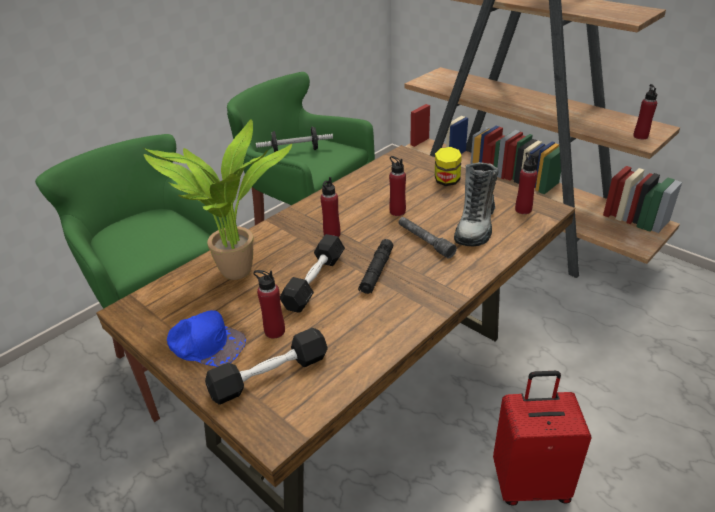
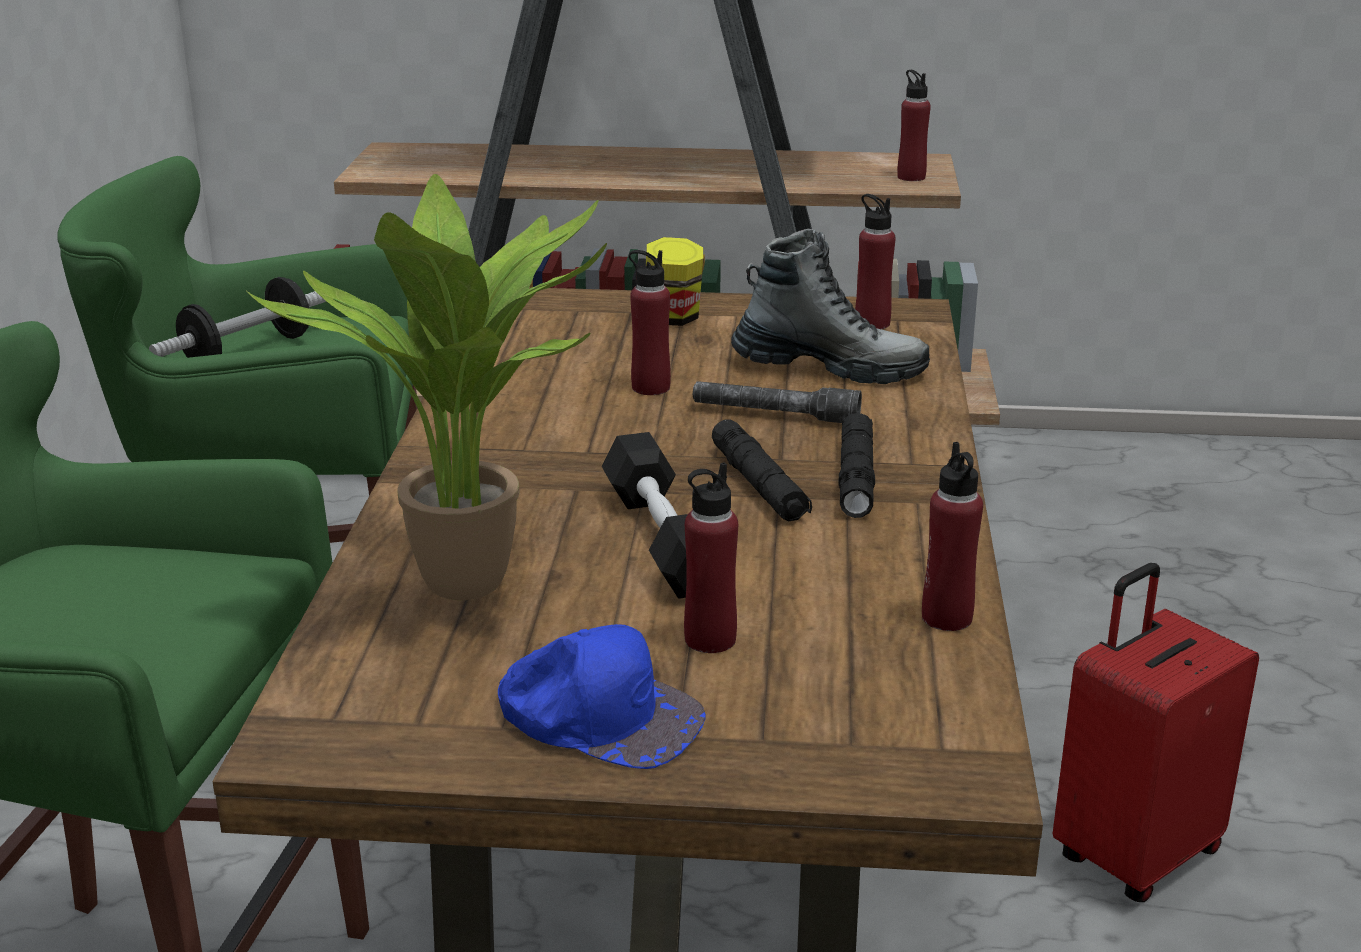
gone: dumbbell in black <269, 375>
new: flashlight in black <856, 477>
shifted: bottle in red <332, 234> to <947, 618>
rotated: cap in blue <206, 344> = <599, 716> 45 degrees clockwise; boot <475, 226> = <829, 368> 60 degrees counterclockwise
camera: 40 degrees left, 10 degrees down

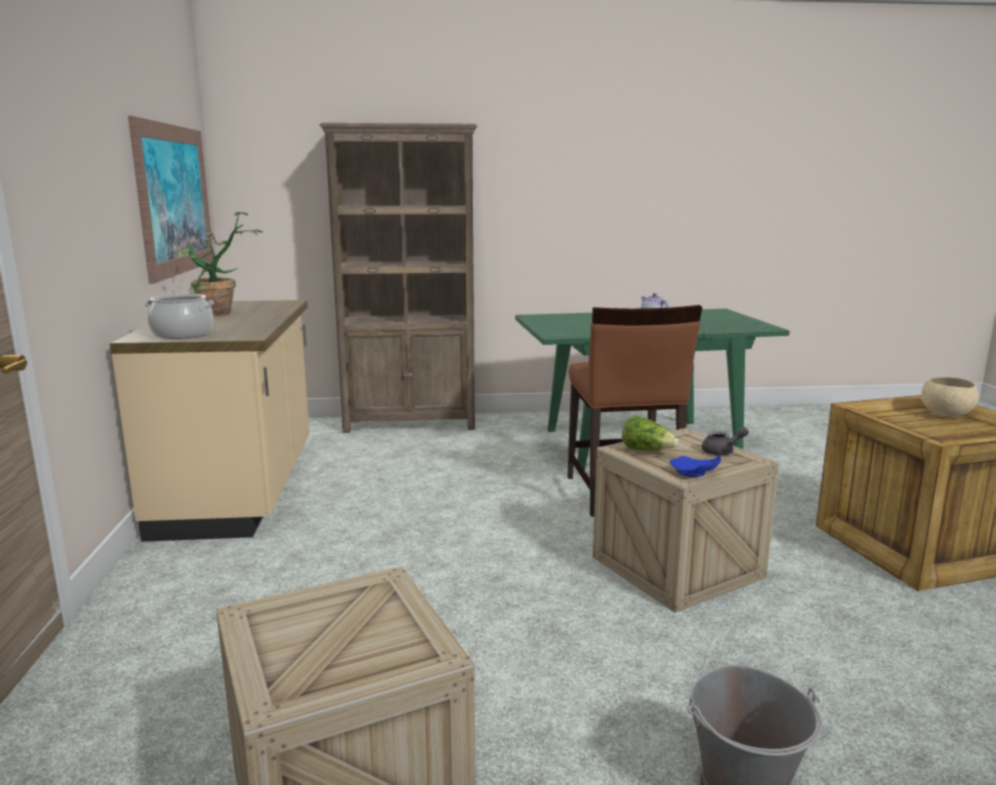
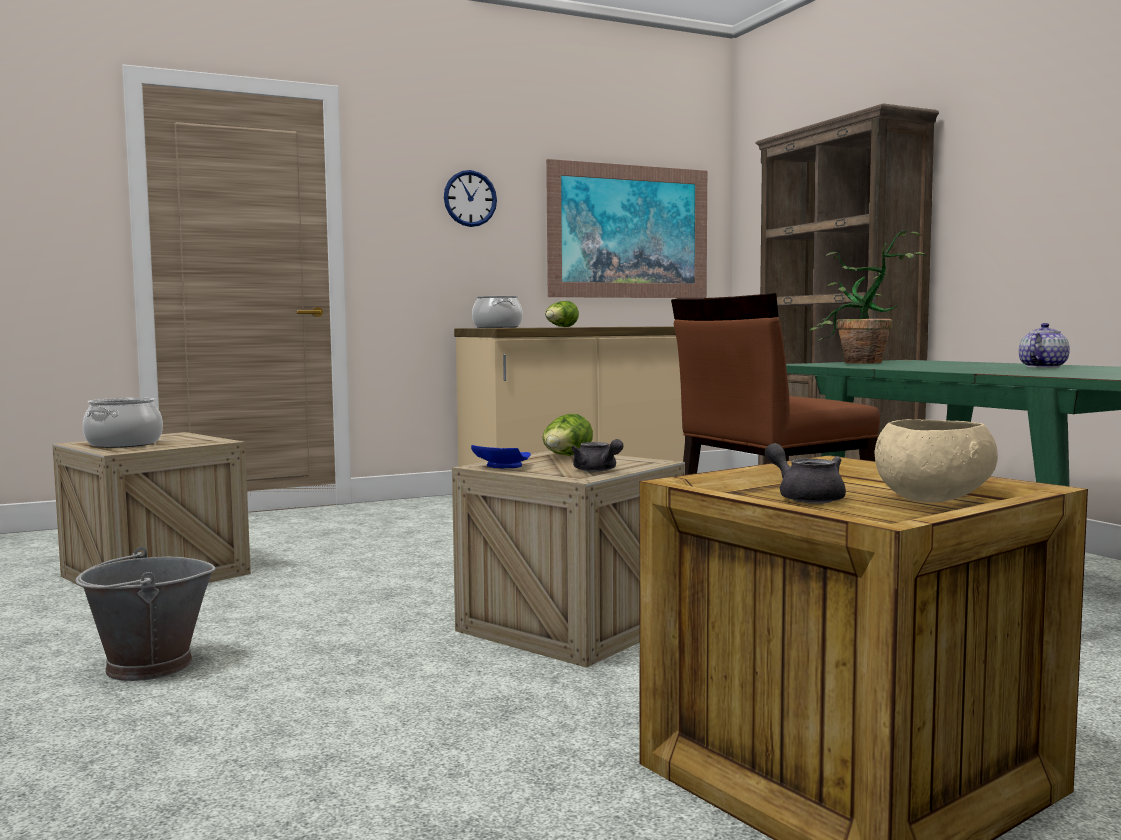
new: cooking pot <124, 444>; wall clock <470, 198>; lettuce <560, 327>; teapot in grey <806, 497>
shifted: potted plant <220, 314> to <861, 363>
camera: 70 degrees right, 10 degrees down

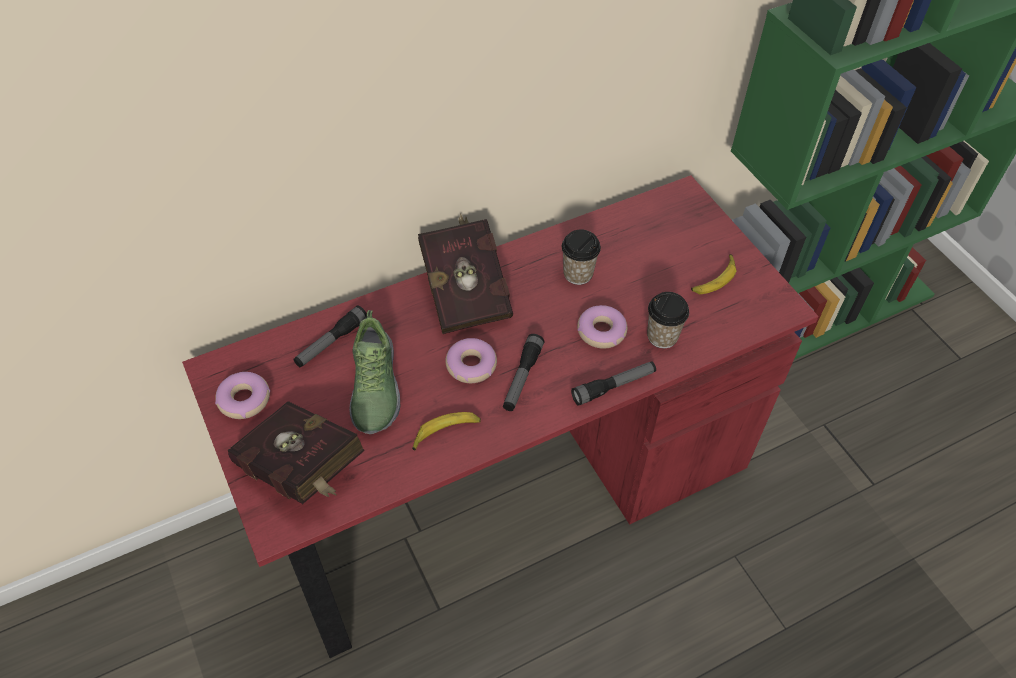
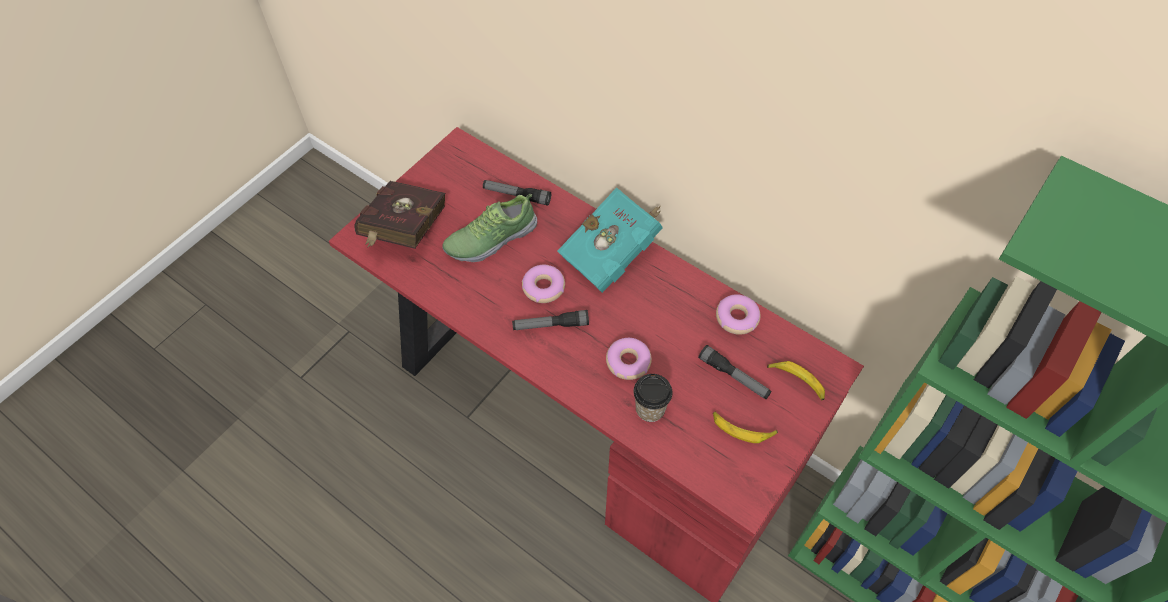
gone: cup <578, 274>
shifted: donut <244, 400> to <737, 318>; banana <446, 432> to <797, 381>; flashlight <613, 386> to <734, 376>
repainted: book in red <465, 291> to book in turquoise <613, 253>
camera: 65 degrees right, 5 degrees up

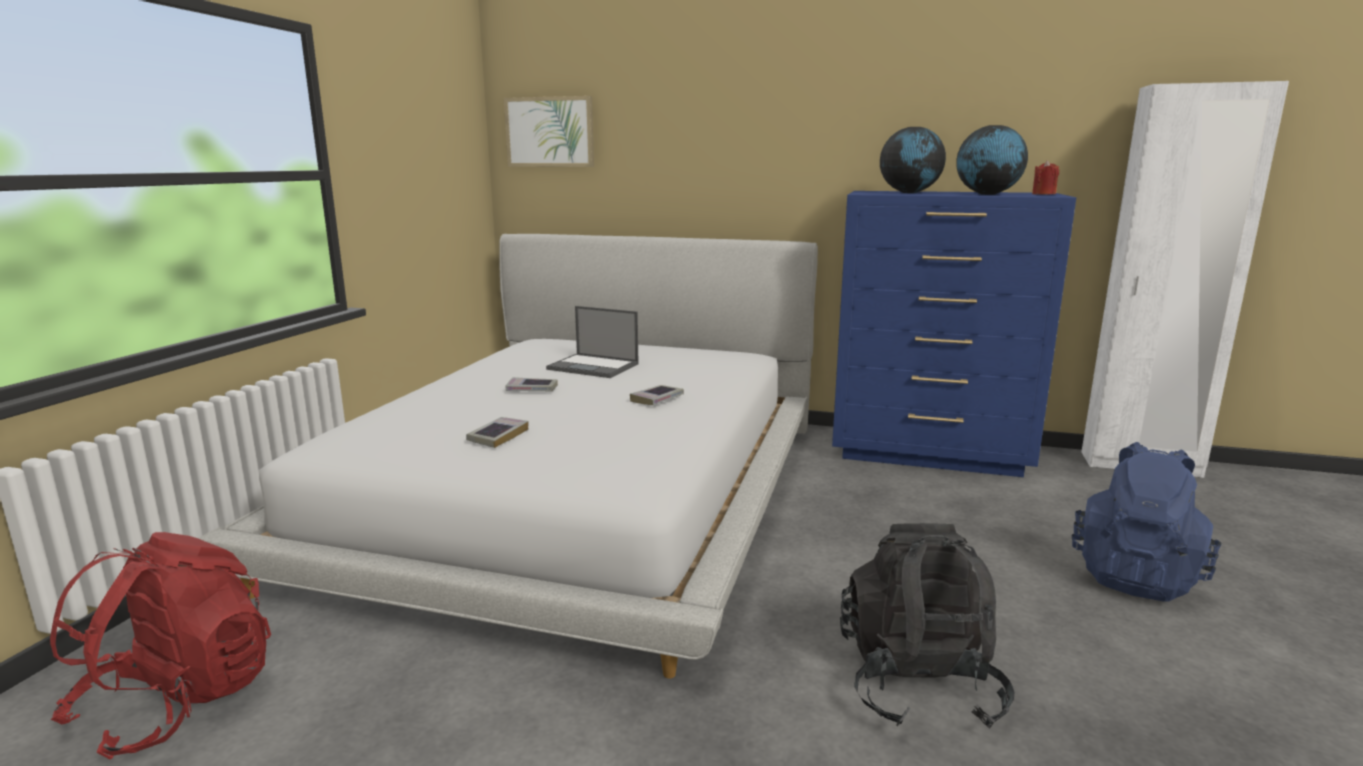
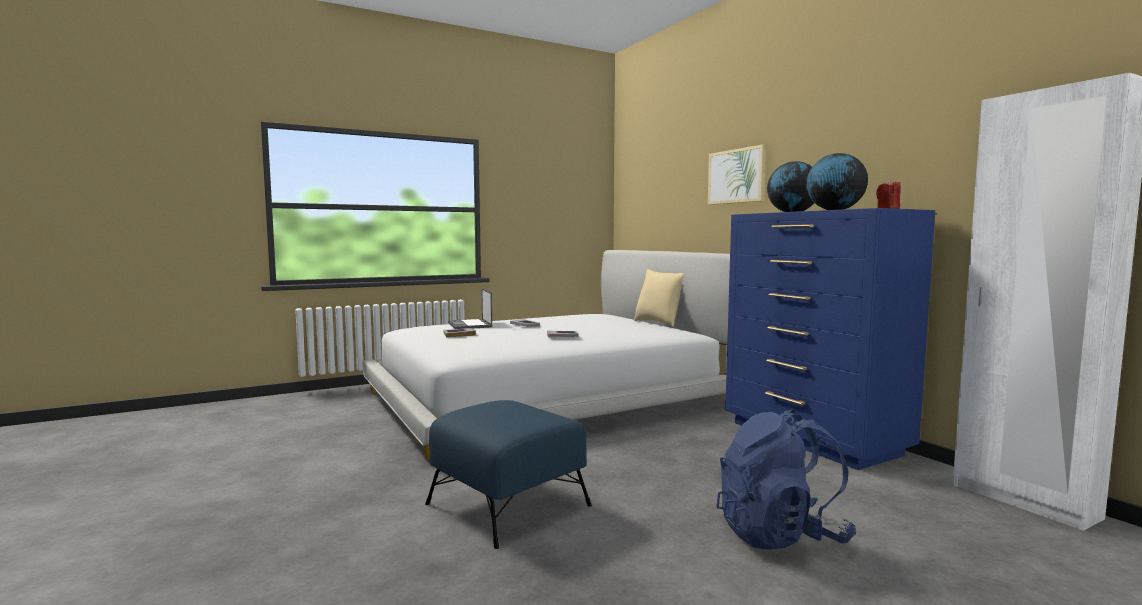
gone: backpack in red <178, 702>
new: pillow in beige <659, 323>
shifted: picture <550, 132> to <736, 176>; laptop <594, 366> to <470, 325>
swapped: backpack in black <917, 684> to ottoman in blue <508, 504>
camera: 45 degrees right, 10 degrees down

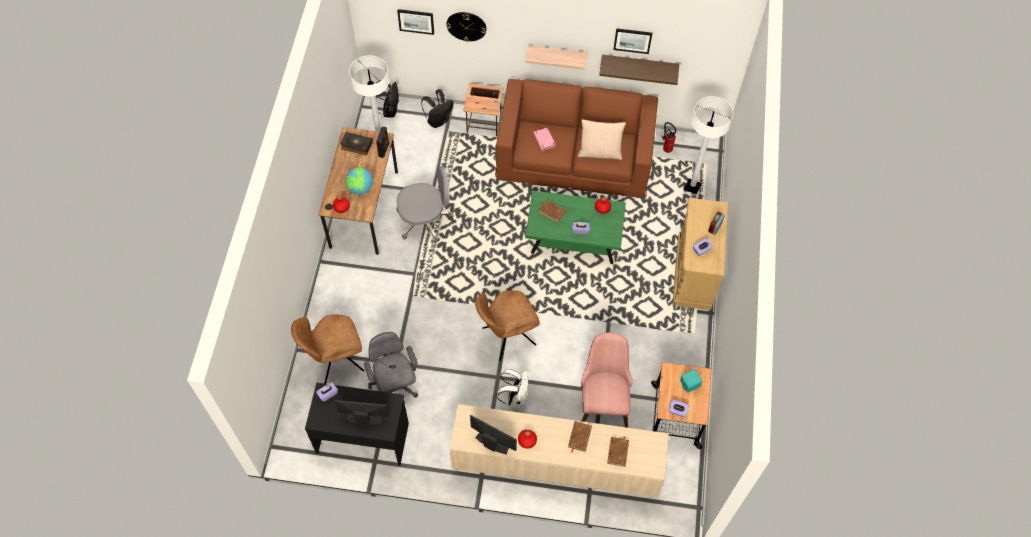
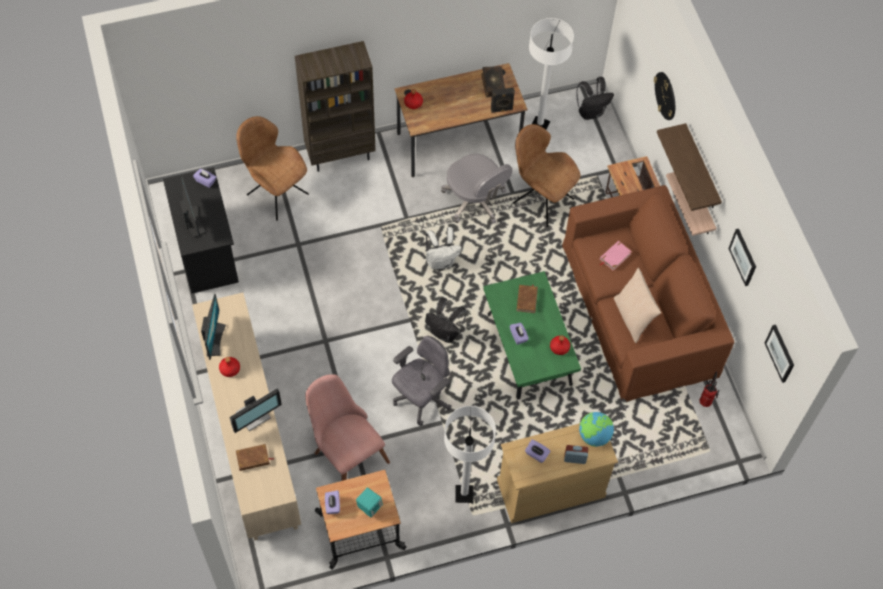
new: bookcase in brown <340, 154>
shifted: globe <360, 188> to <594, 436>; office chair in grey <394, 385> to <421, 398>; picture <416, 21> to <780, 353>; backpack in black <438, 120> to <445, 333>; chair in brown <507, 337> to <541, 199>; backpack in white <514, 397> to <441, 261>; shelf <639, 65> to <701, 169>; floor lamp in white <692, 187> to <464, 494>
swapped: book in brown <579, 437> to monitor <254, 416>
rotated: chair in pink <603, 400> = <345, 451> 105 degrees counterclockwise
camera: 65 degrees right, 0 degrees up

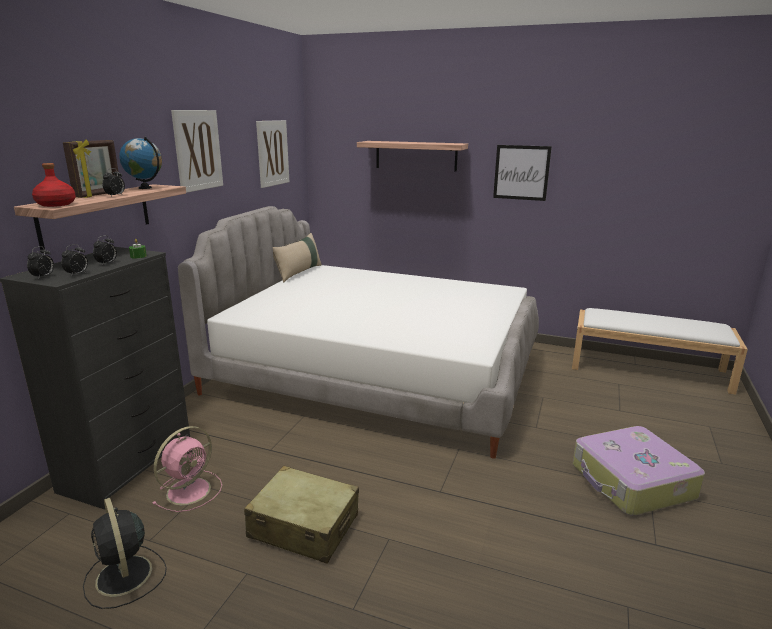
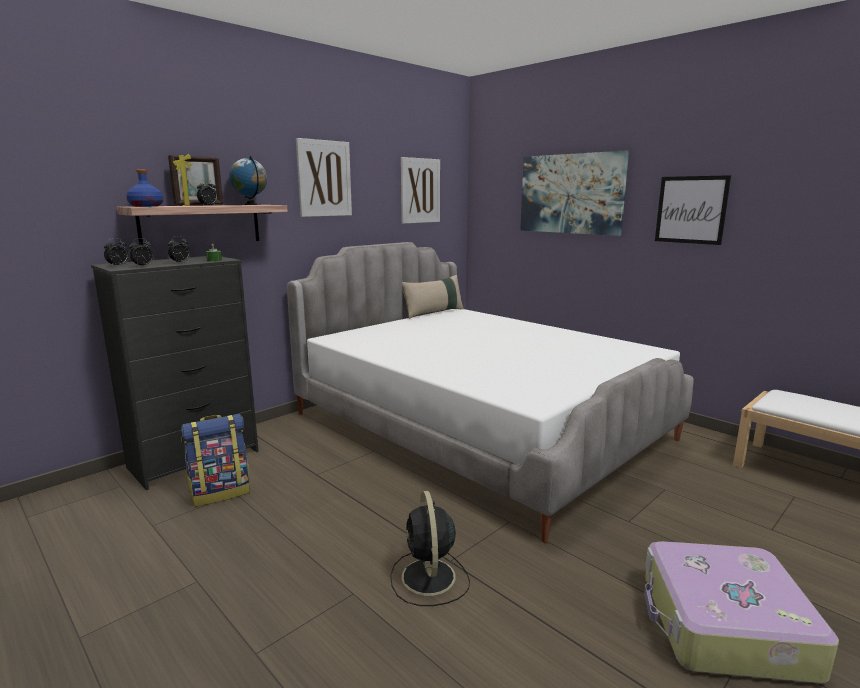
gone: suitcase in beige <304, 526>
shifted: fan in black <124, 577> to <429, 578>
swapped: fan in pink <190, 490> to backpack <221, 492>; shelf <416, 156> to picture <571, 194>
repainted: bottle in red <56, 204> to bottle in blue <146, 206>
camera: 25 degrees right, 5 degrees down

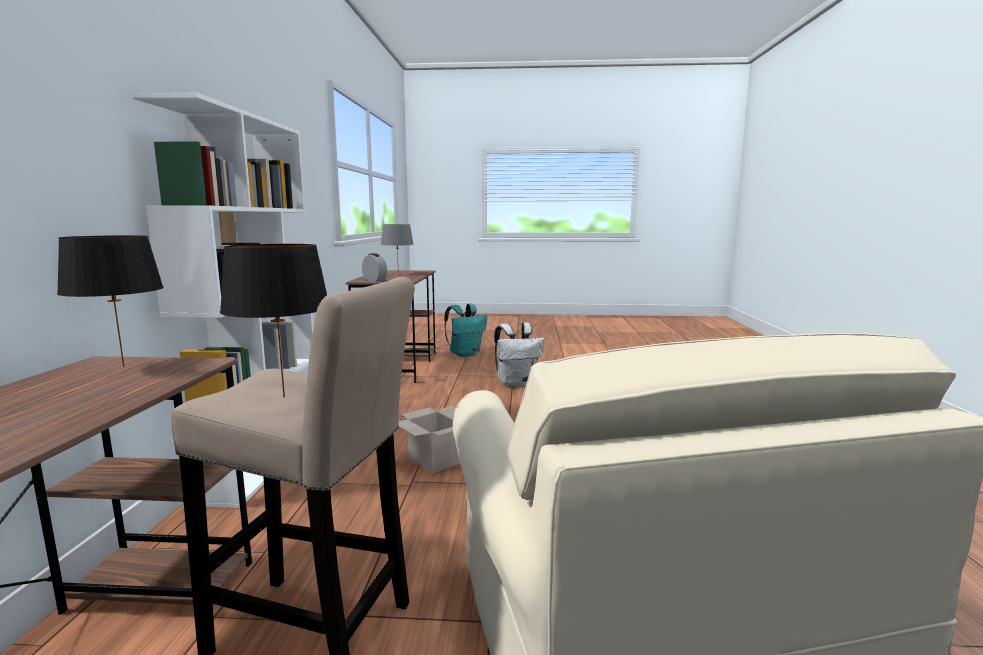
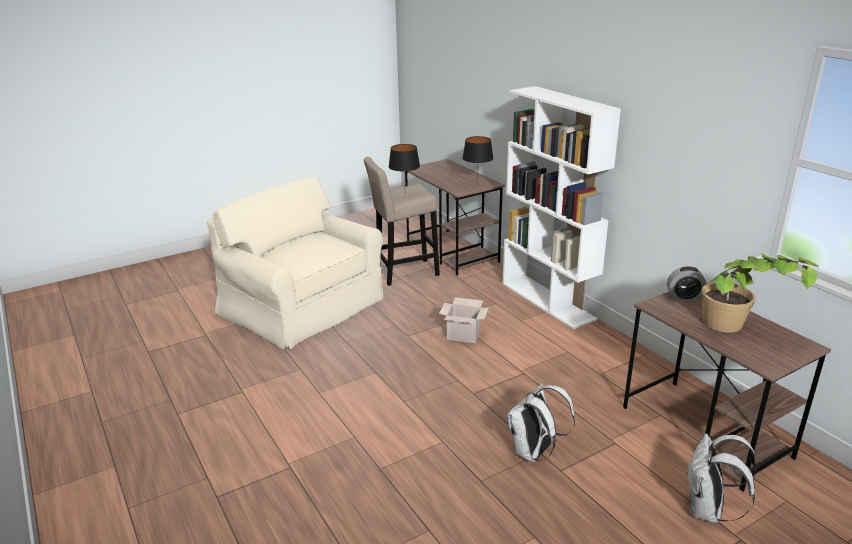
swapped: table lamp in grey <398, 274> to potted plant <739, 332>
repainted: backpack in turquoise <465, 354> to backpack in white <707, 511>
camera: 145 degrees right, 15 degrees up

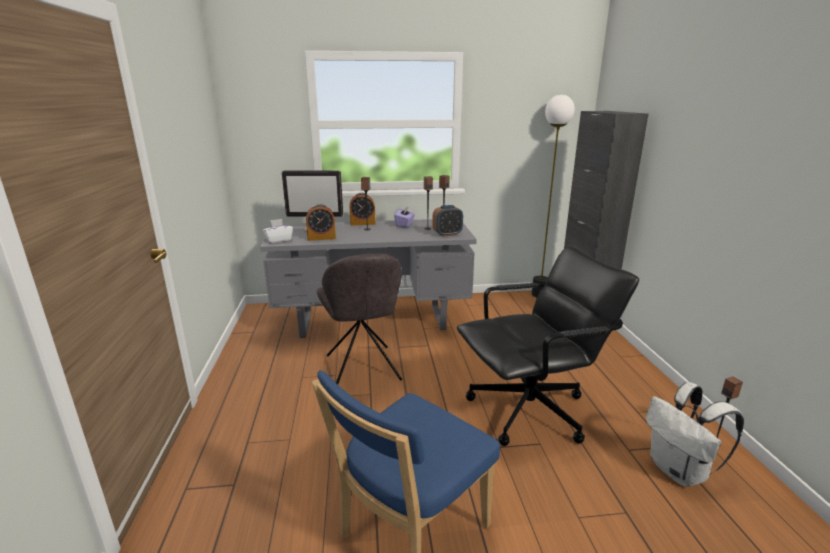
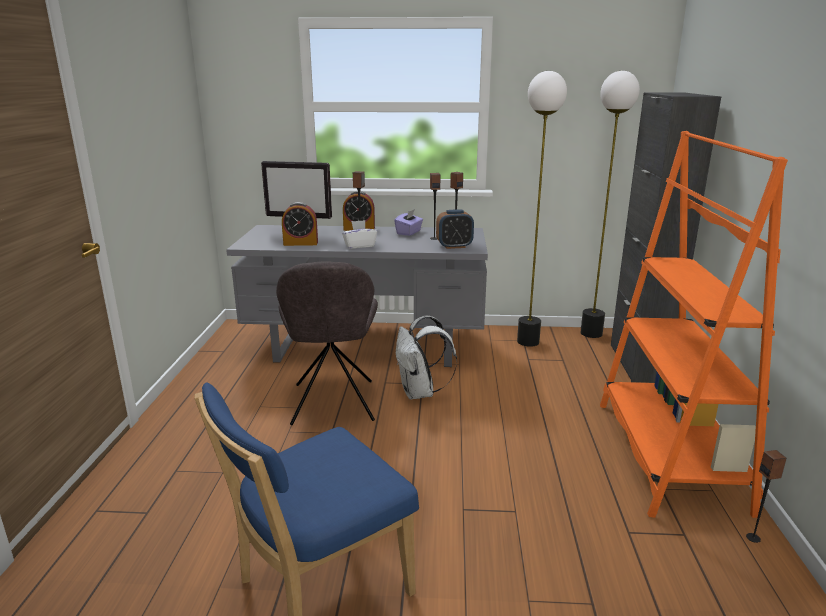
gone: office chair in black <530, 411>
new: floor lamp <528, 342>; bookcase in orange <668, 454>
shifted: tissue box in white <279, 240> to <359, 245>; backpack in white <679, 471> to <420, 393>
camera: 10 degrees right, 0 degrees up

